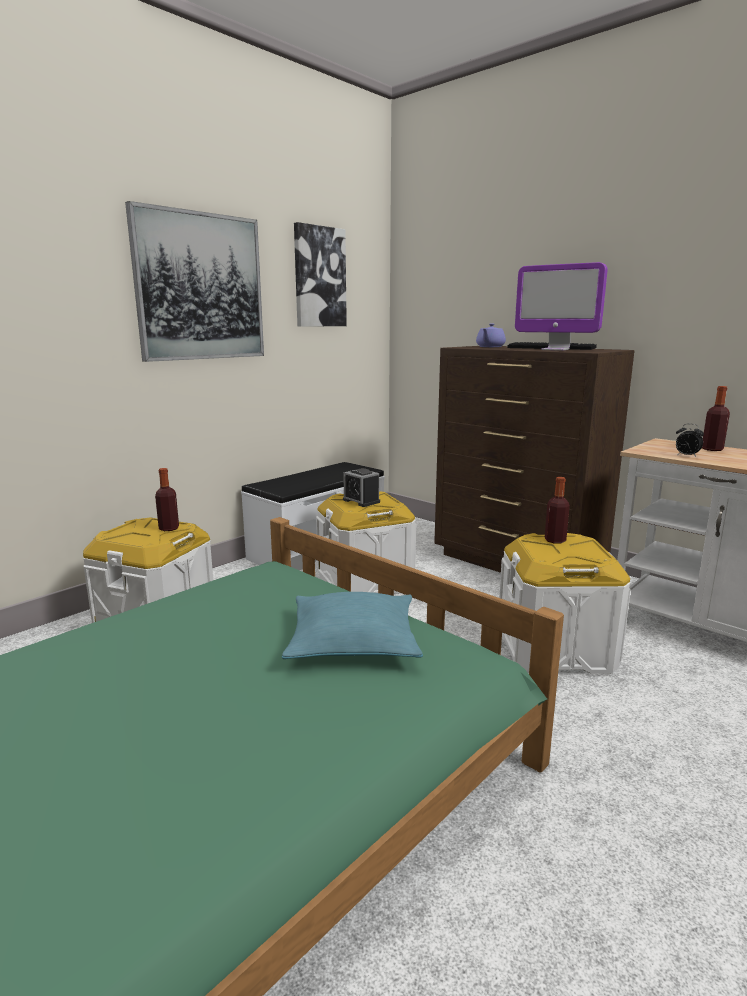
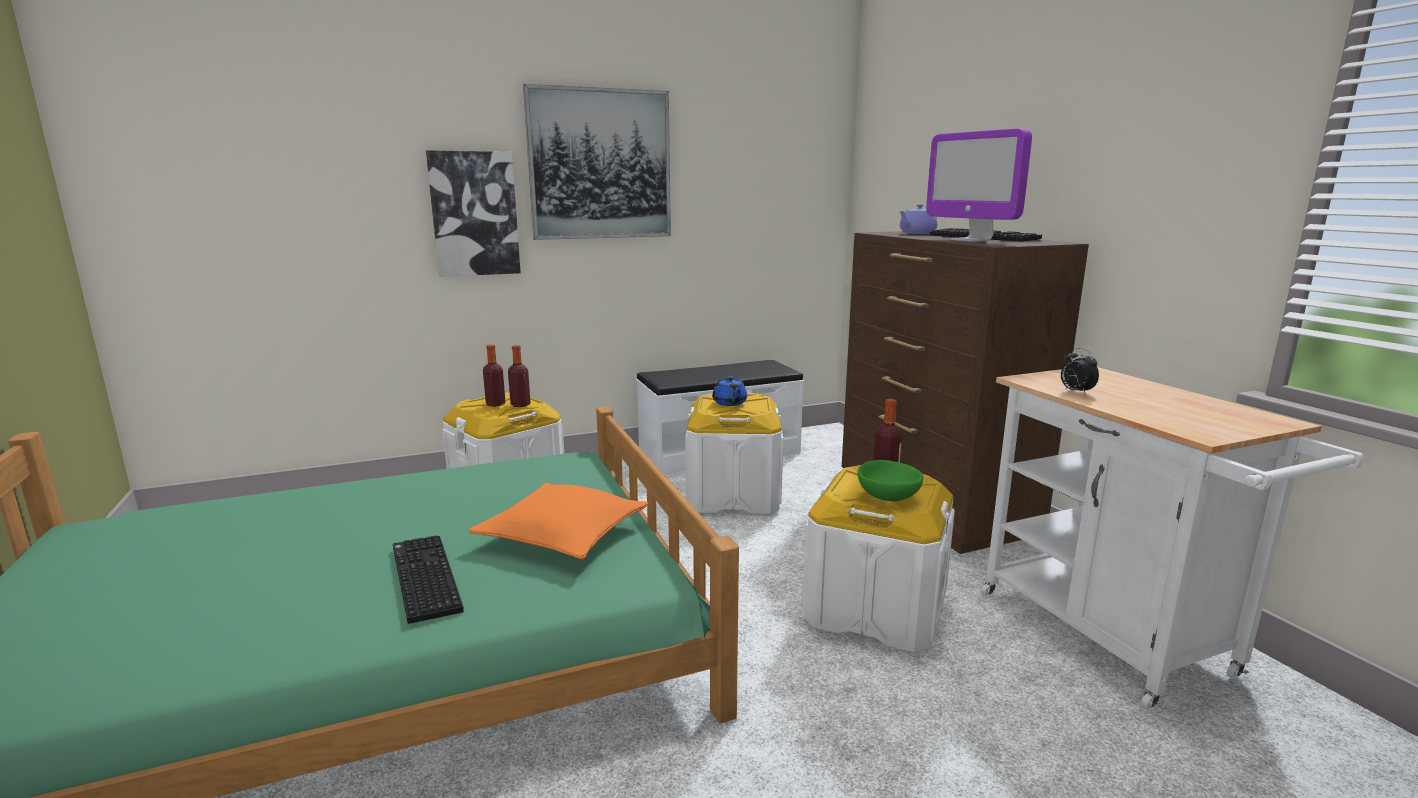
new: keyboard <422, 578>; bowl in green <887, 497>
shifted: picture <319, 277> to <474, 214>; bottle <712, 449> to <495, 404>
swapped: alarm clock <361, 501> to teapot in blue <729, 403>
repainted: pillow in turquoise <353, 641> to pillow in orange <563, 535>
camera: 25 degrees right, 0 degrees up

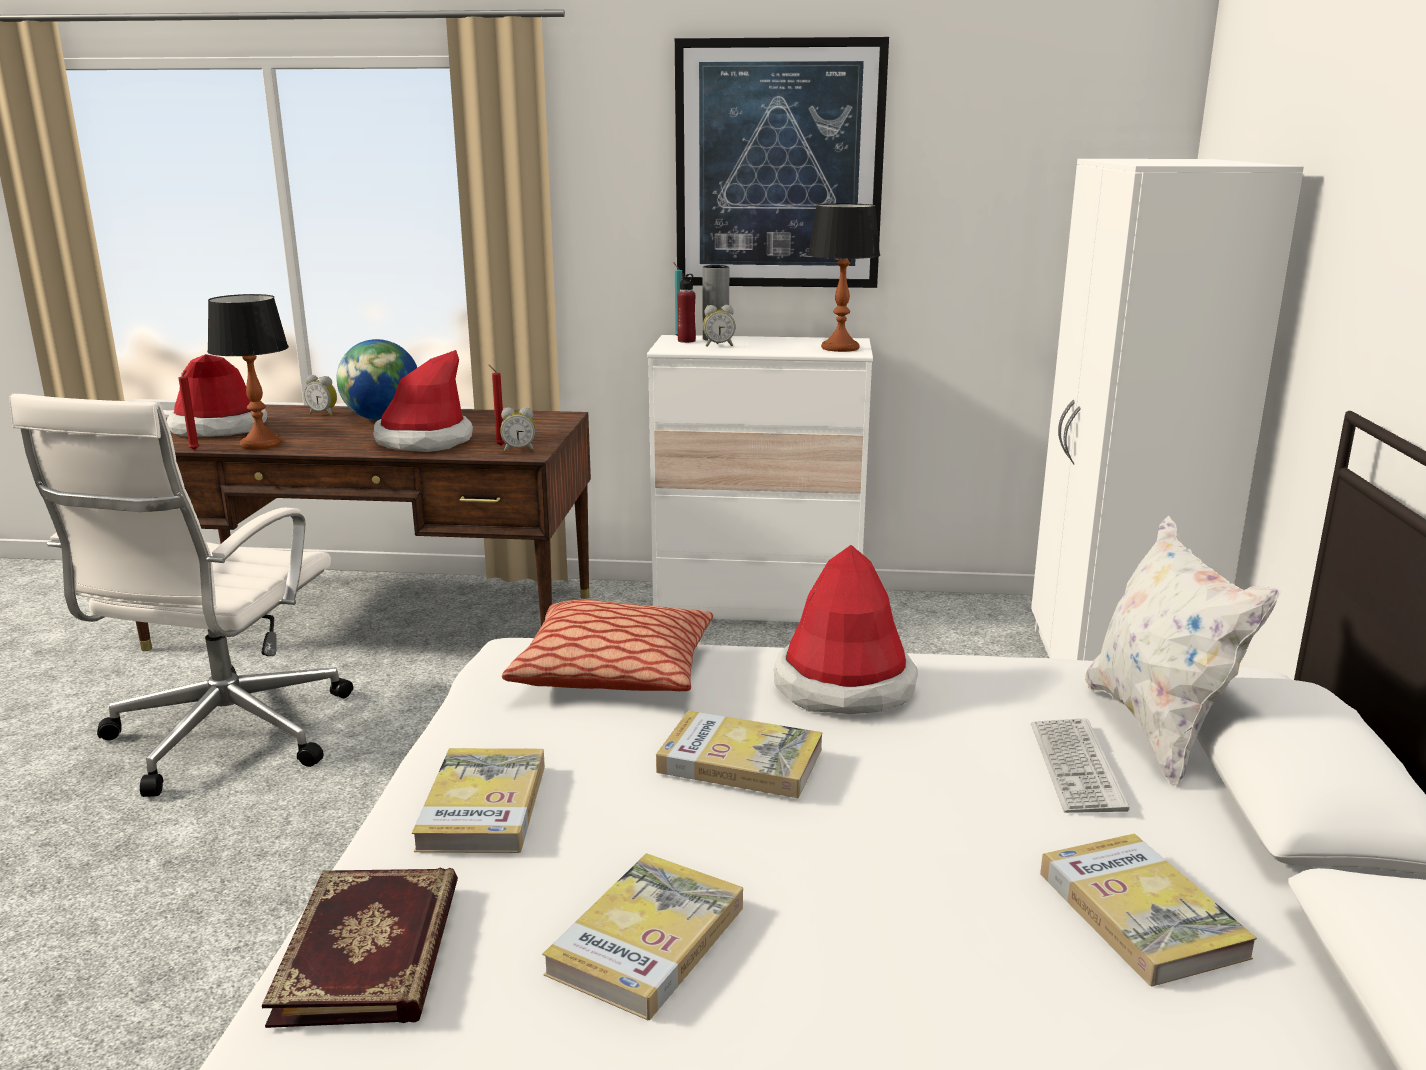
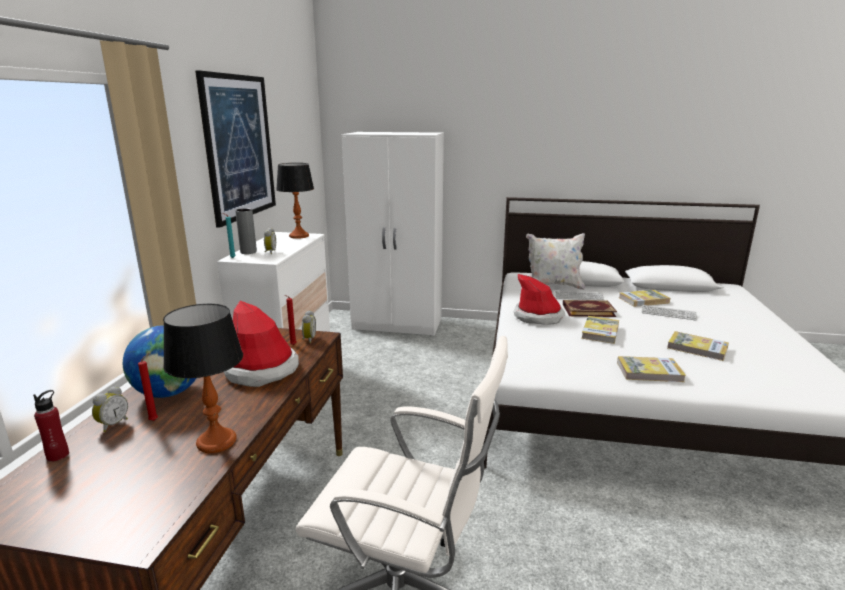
gone: hat <219, 428>; pillow <615, 671>
new: keyboard <668, 313>
shifted: candle in red <195, 450> to <155, 420>; book <373, 951> to <588, 310>; bottle in red <686, 341> to <58, 455>
camera: 85 degrees left, 0 degrees up

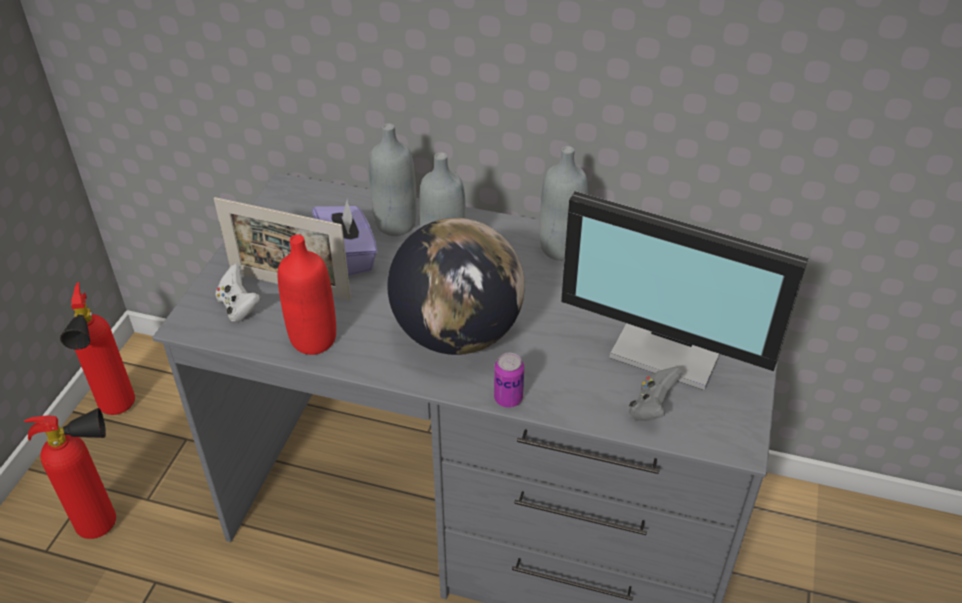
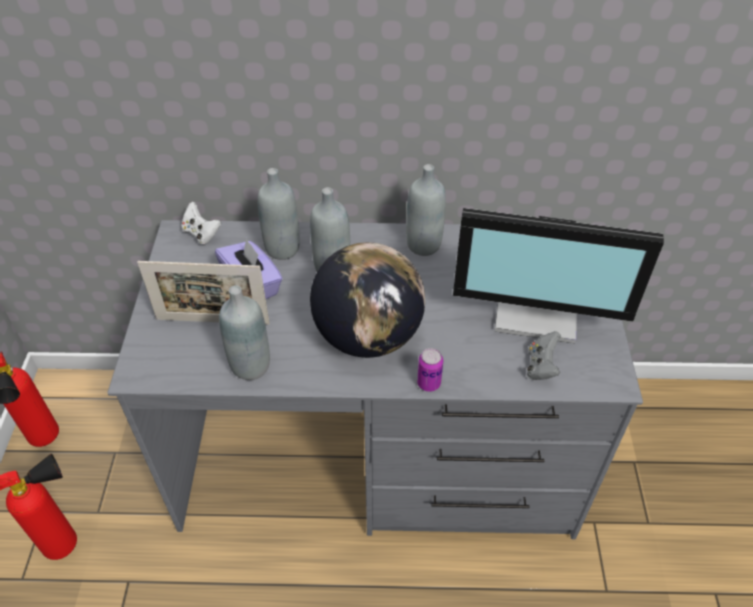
shifted: game controller in white <239, 307> to <201, 234>
repainted: bottle in red <313, 339> to bottle in grey <250, 366>
camera: 15 degrees left, 5 degrees up

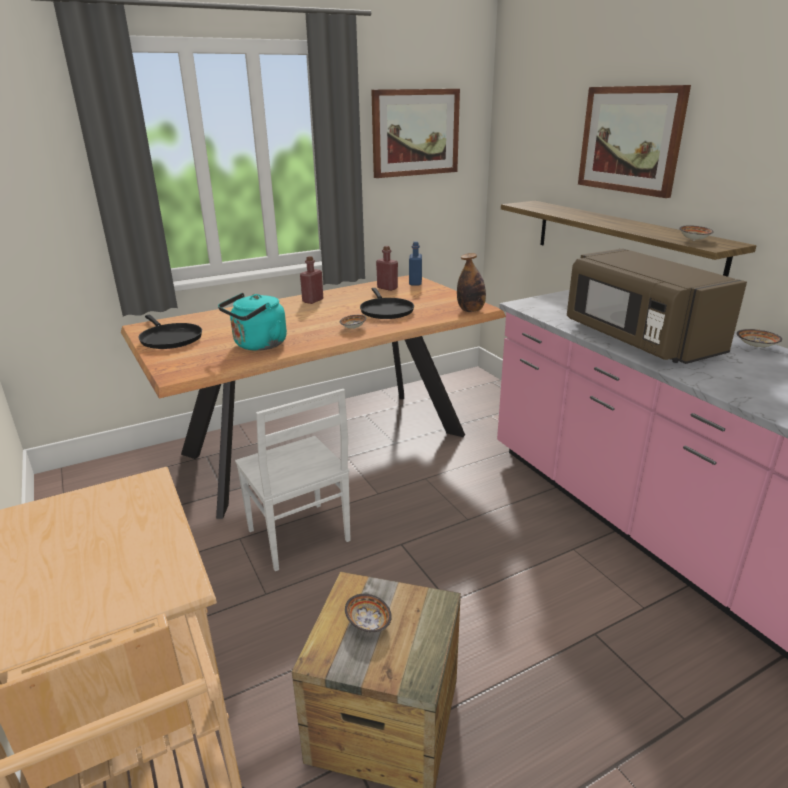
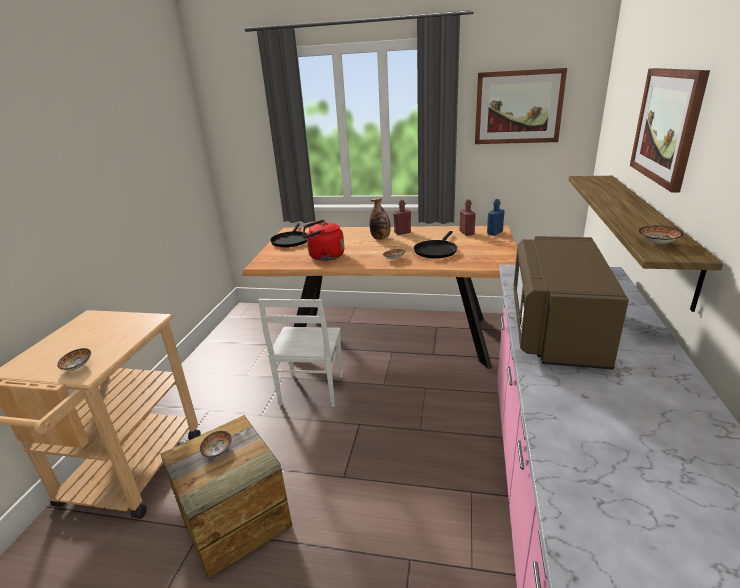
shifted: bottle <470, 310> to <380, 238>; bowl <756, 346> to <77, 366>
repainted: kettle in turquoise <258, 345> to kettle in red <324, 256>
camera: 40 degrees right, 0 degrees up

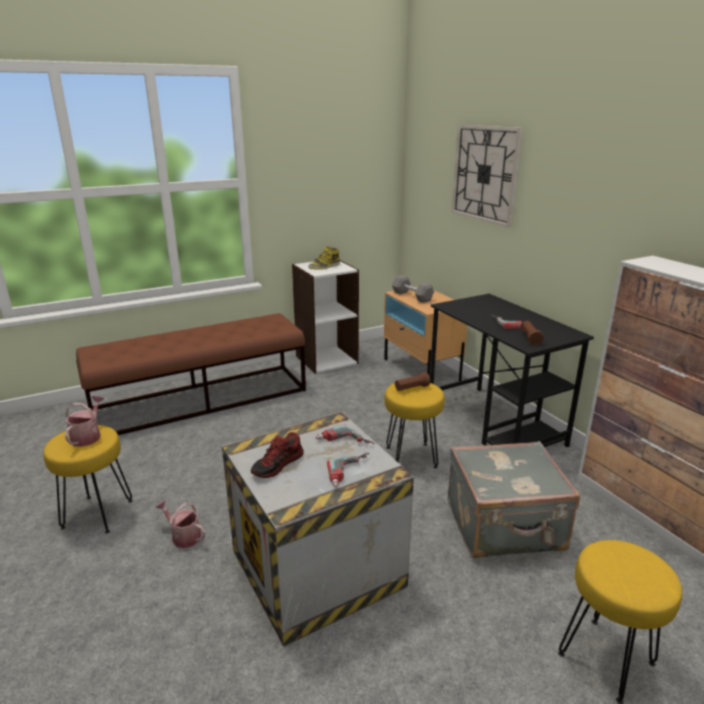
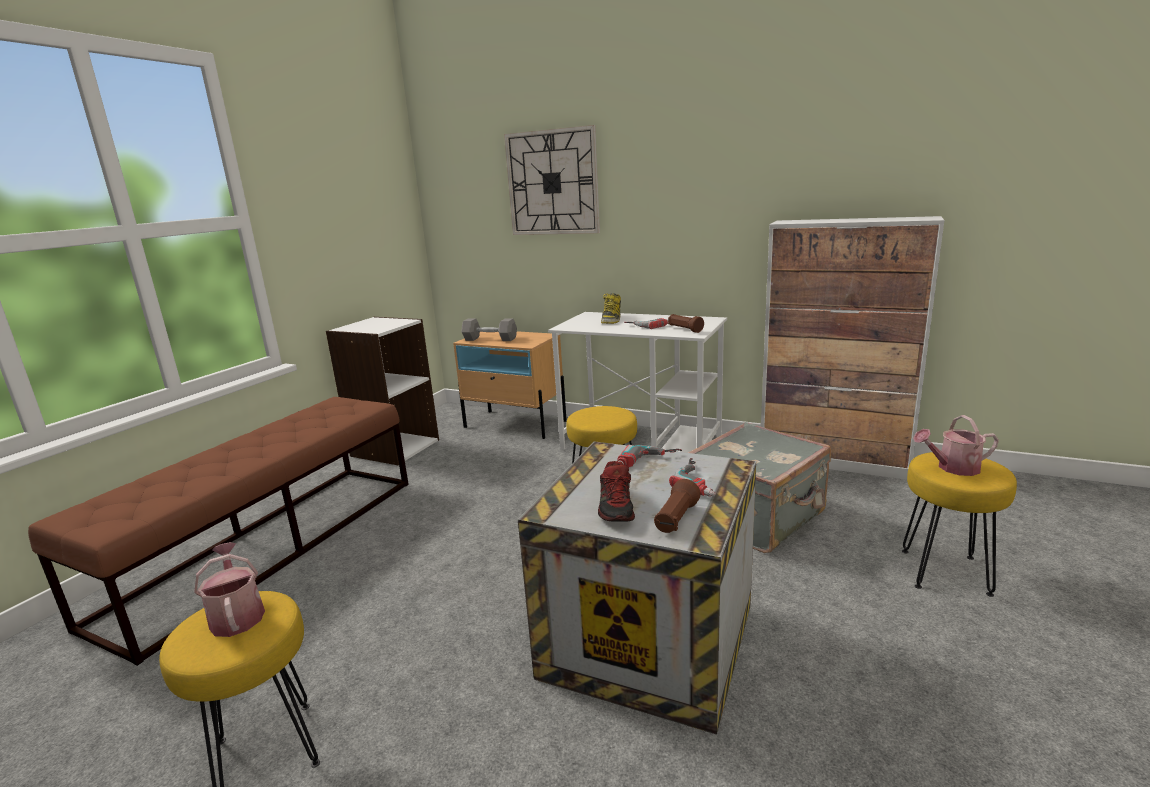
shifted: watering can <183, 536> to <953, 468>; boot <324, 266> to <611, 320>; flashlight in brown <411, 388> to <676, 519>
repainted: desk in black <495, 424> to desk in white <642, 444>
camera: 35 degrees left, 5 degrees down

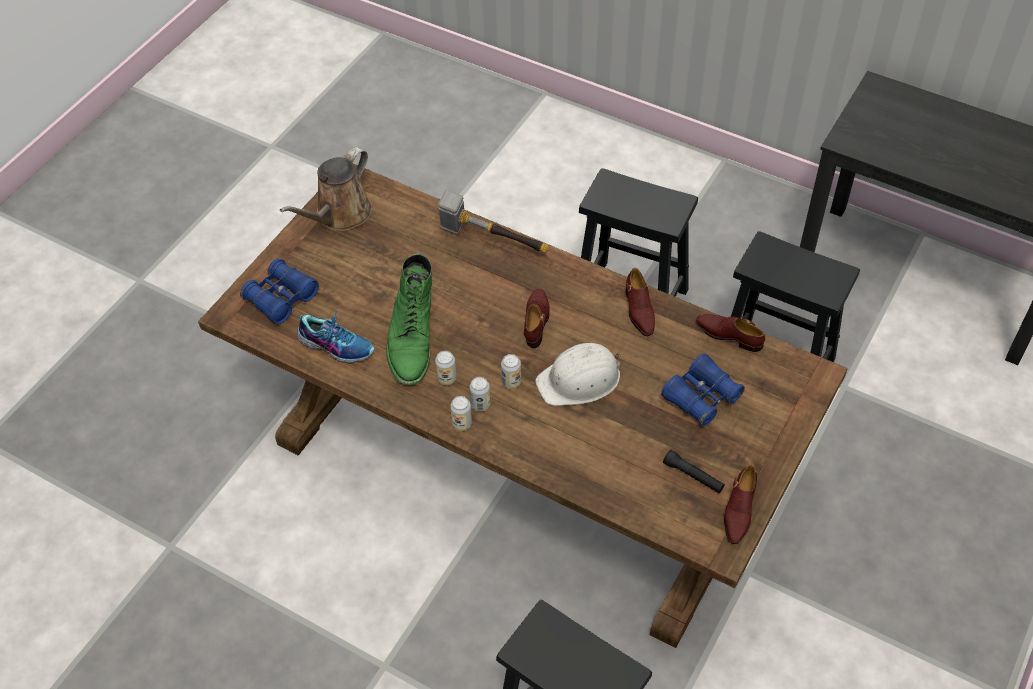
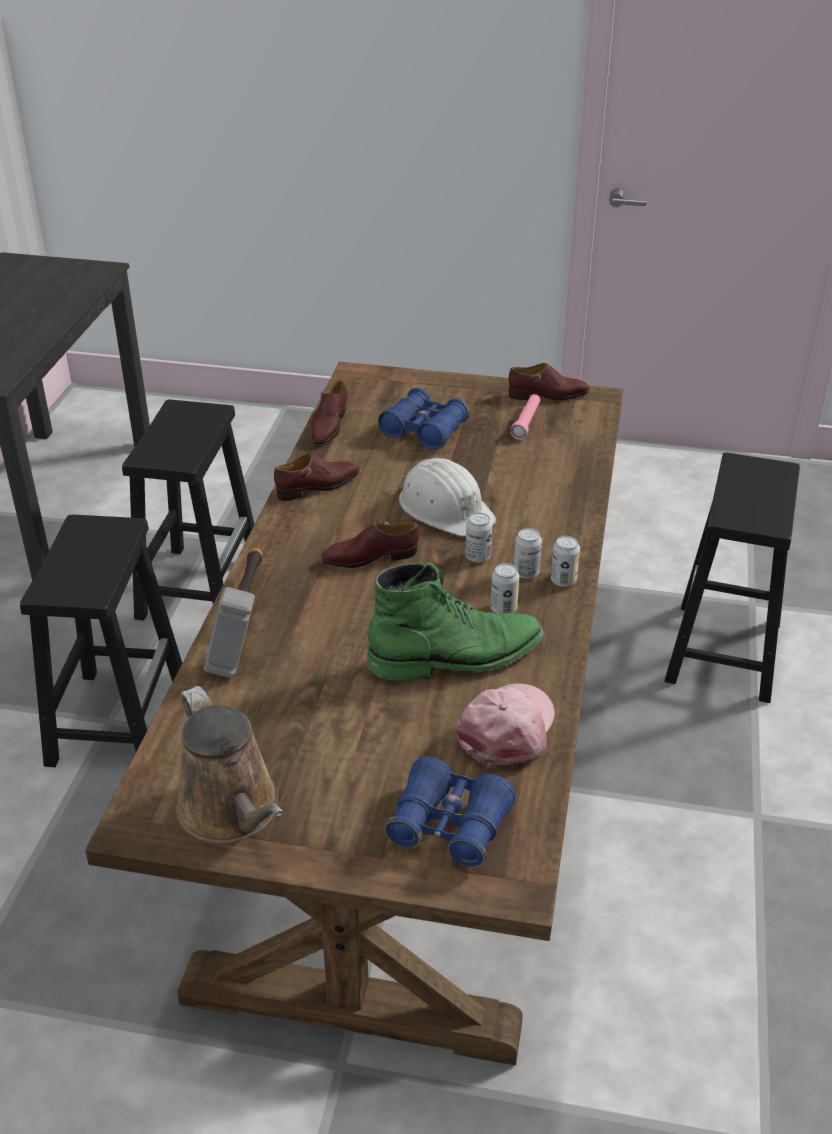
swapped: shoe <336, 345> to cap in pink <507, 729>
repainted: flashlight in black <693, 476> to flashlight in pink <526, 422>
rotated: watering can in brown <340, 215> = <233, 812> 45 degrees clockwise
camera: 110 degrees left, 15 degrees down

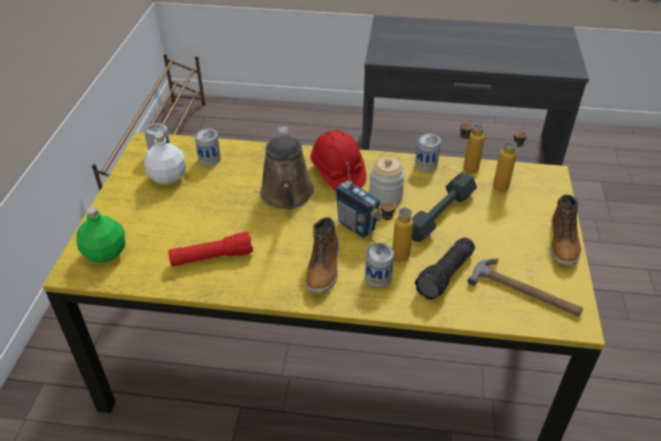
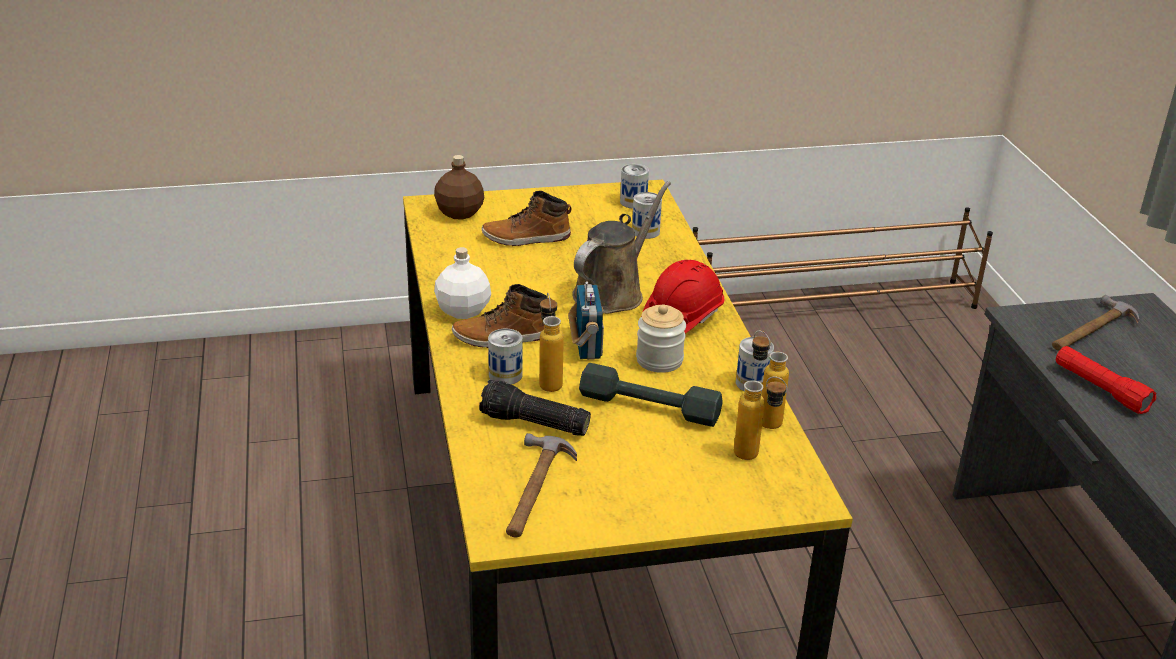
new: hammer <1091, 330>
shifted: bottle in white <168, 177> to <464, 311>; flashlight in red <212, 258> to <1100, 389>; boot <563, 242> to <526, 238>
repainted: bottle in green <105, 252> to bottle in brown <460, 213>
rotated: watering can in brown <287, 196> = <612, 292> 150 degrees clockwise; radio <357, 226> = <586, 348> 150 degrees clockwise
camera: 70 degrees right, 10 degrees down

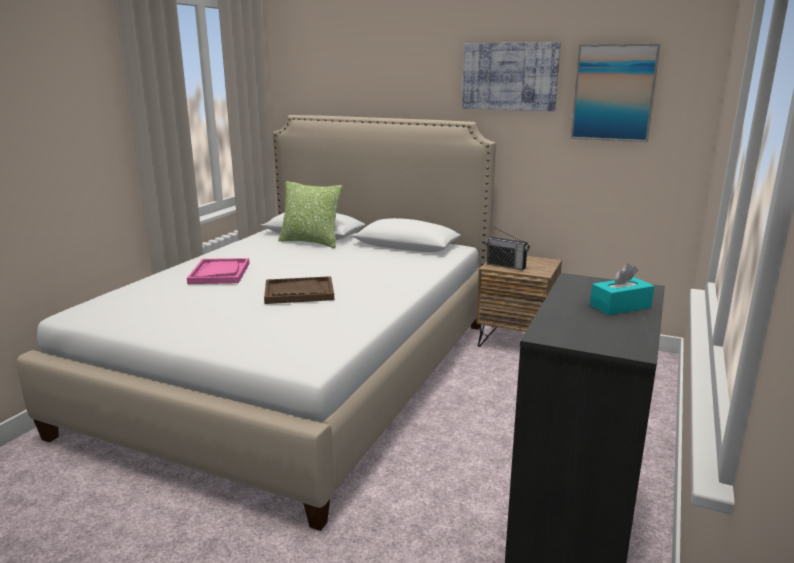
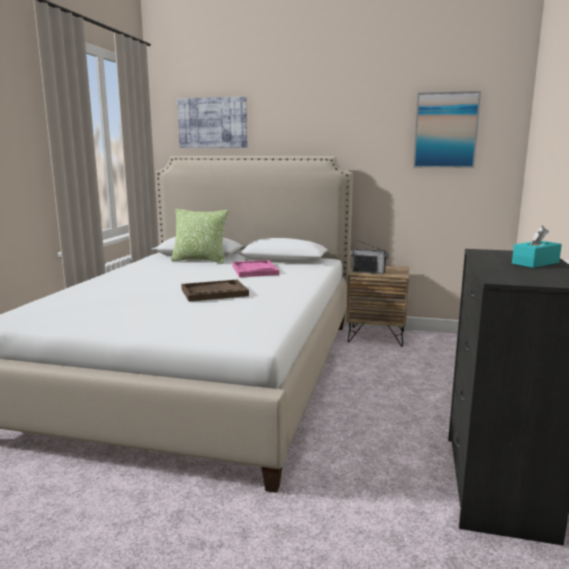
shifted: tray in pink <219, 273> to <254, 270>; picture <509, 76> to <212, 123>
camera: 10 degrees left, 5 degrees down

